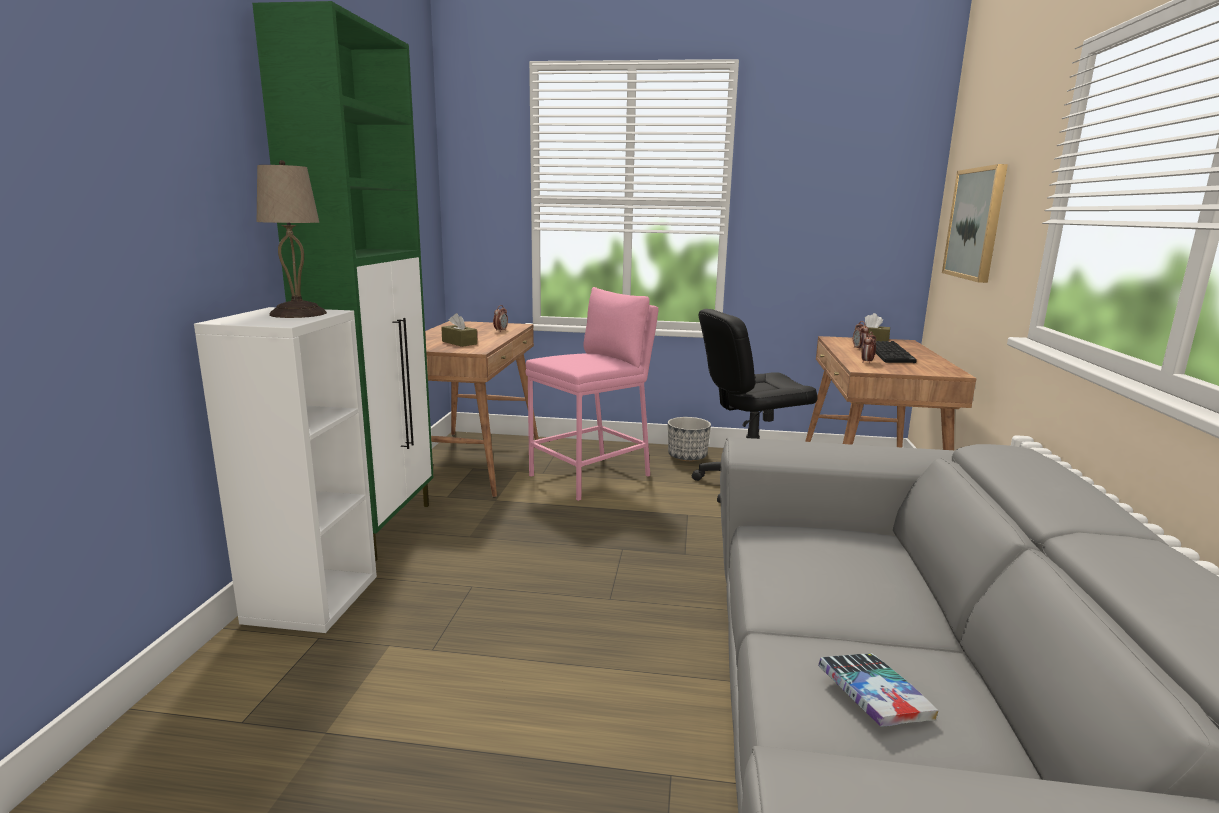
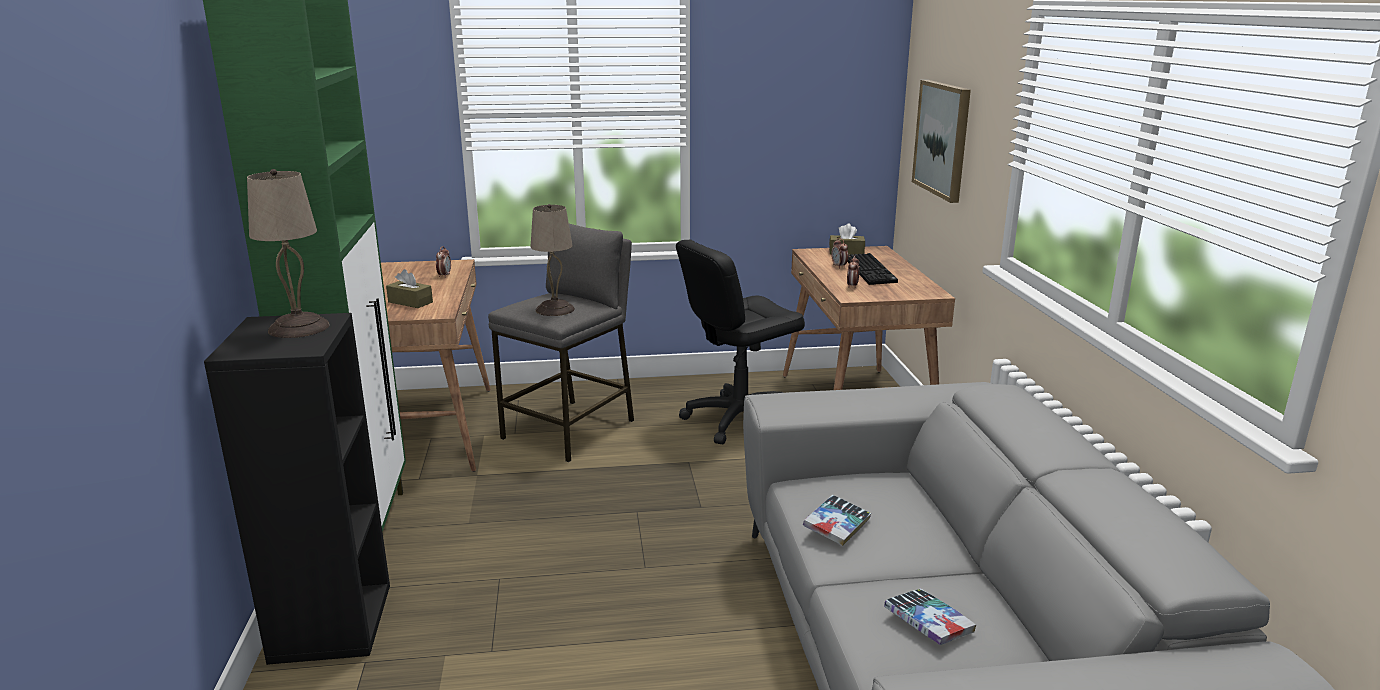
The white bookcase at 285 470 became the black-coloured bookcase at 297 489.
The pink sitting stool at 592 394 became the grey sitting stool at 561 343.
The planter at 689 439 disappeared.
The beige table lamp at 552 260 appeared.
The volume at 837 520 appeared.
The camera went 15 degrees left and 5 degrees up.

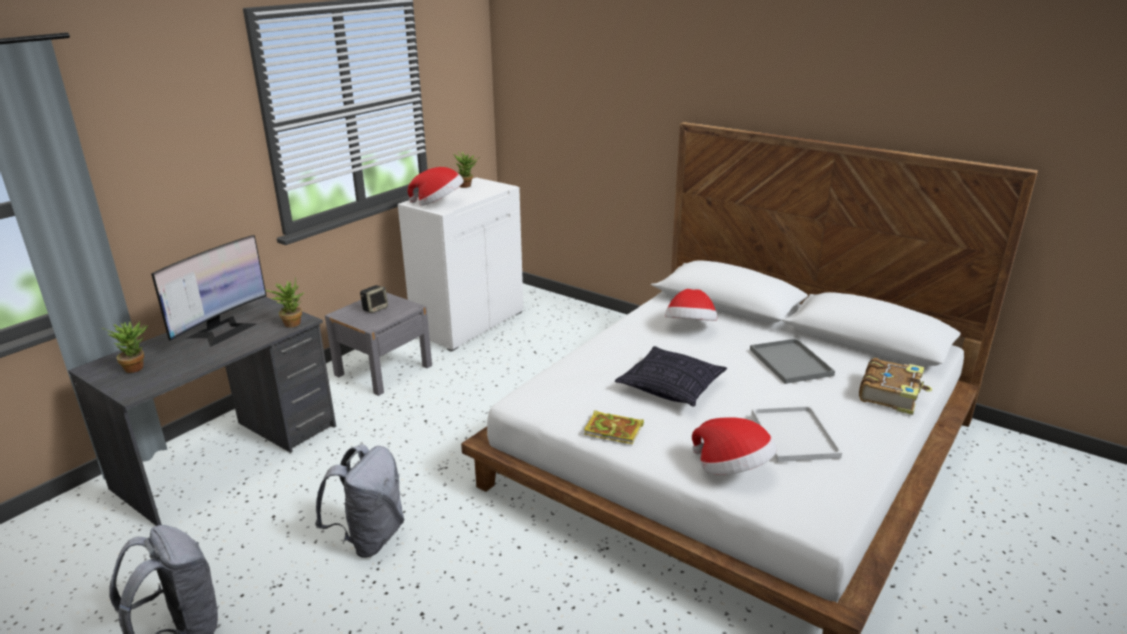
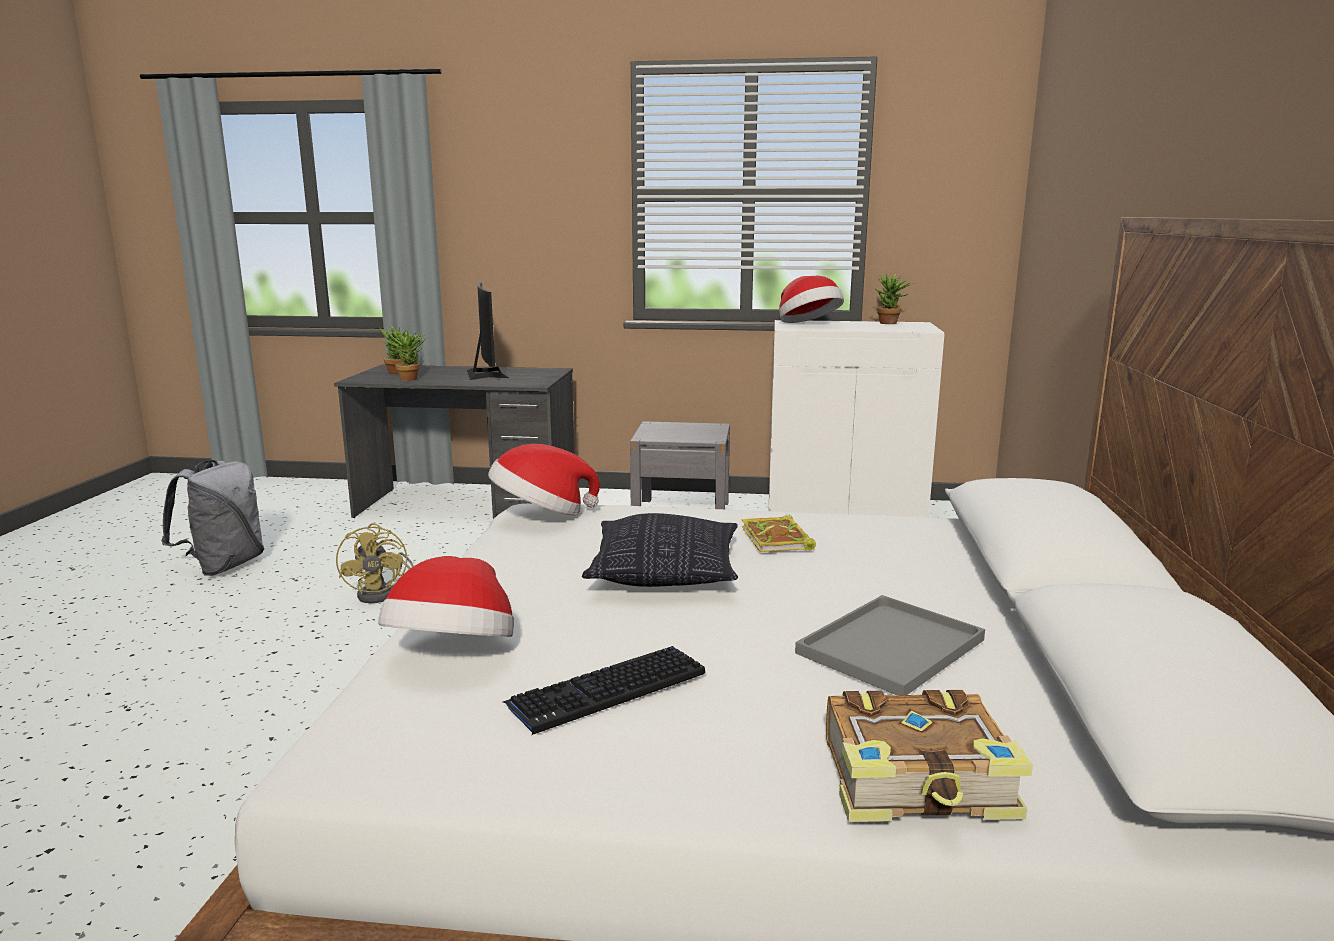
The computer screen at 209 291 turned 105 degrees counterclockwise.
The houseplant moved from 285 302 to 407 355.
The grey backpack at 360 501 was replaced by the yellow electric fan at 375 563.
The loudspeaker at 374 299 disappeared.
The volume moved from 614 427 to 779 533.
The hat moved from 691 305 to 544 479.
The white tray at 796 434 was replaced by the computer keyboard at 604 690.
The camera went 60 degrees right and 10 degrees down.

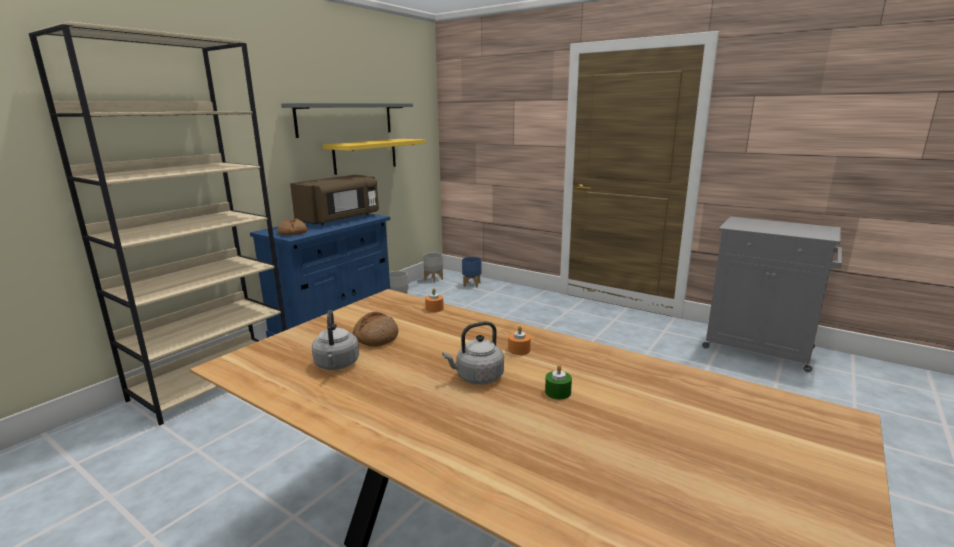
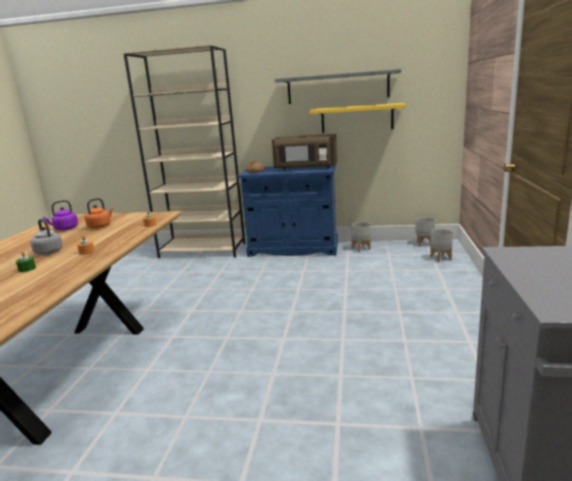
The grey tea kettle at 335 340 became the purple tea kettle at 60 215.
The bakery bread at 375 329 was replaced by the orange tea kettle at 99 213.
The blue planter at 471 272 became the grey planter at 441 245.
The camera went 65 degrees right and 0 degrees up.

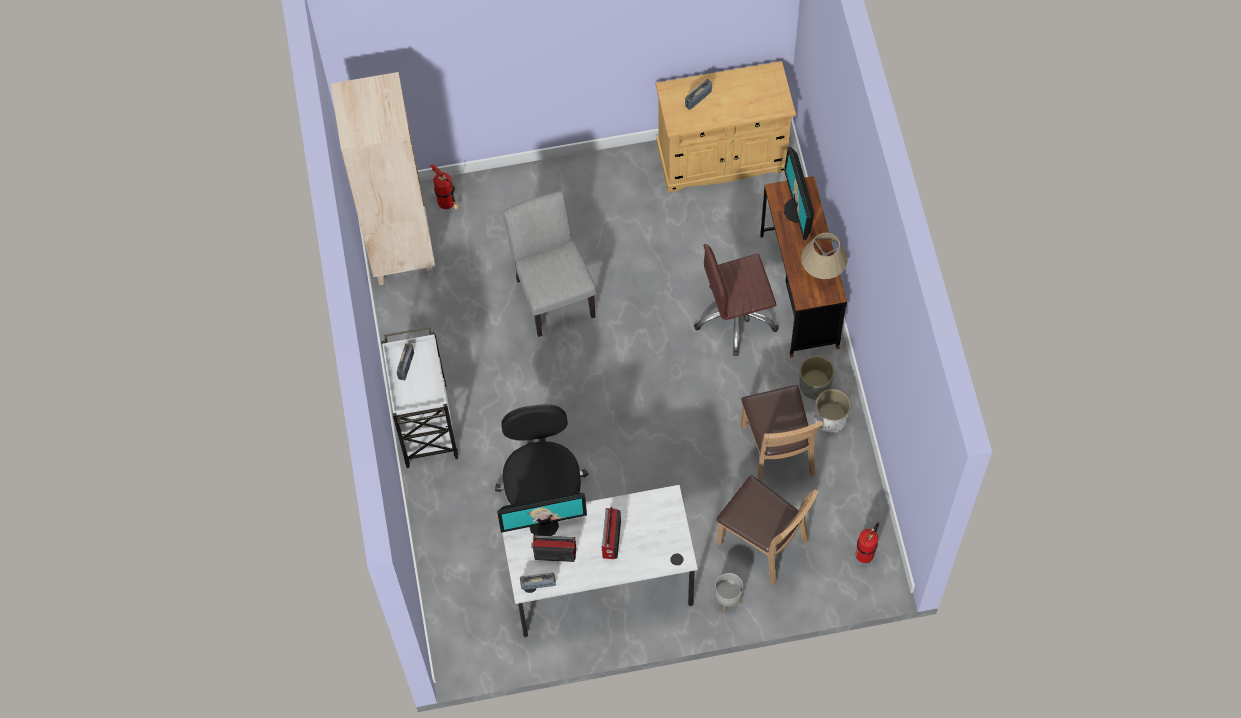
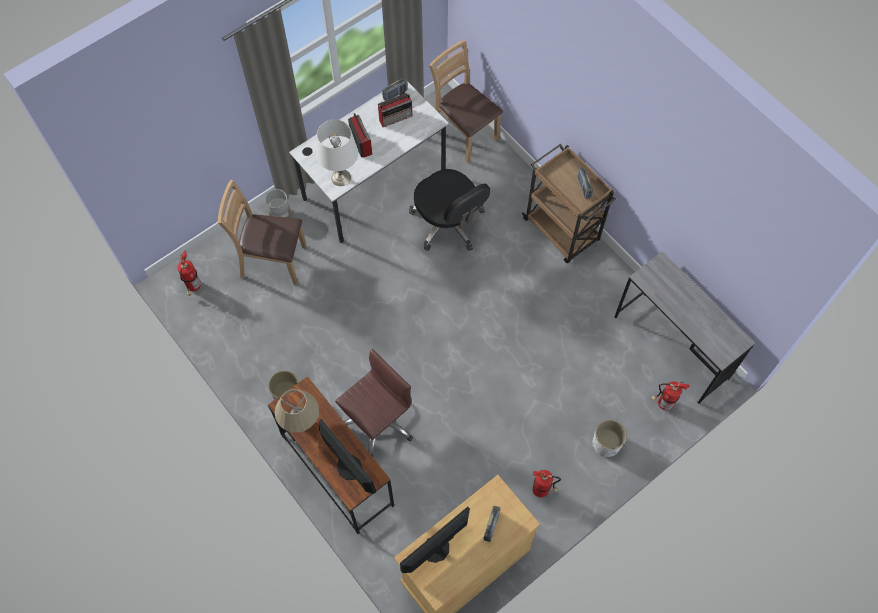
The beige bookcase at 383 178 was replaced by the grey desk unit at 685 328.
The white trolley at 420 397 became the brown-coloured trolley at 569 203.
The computer screen moved from 542 514 to 435 540.
The grey upright chair at 549 264 disappeared.
The brown-coloured upright chair moved from 782 433 to 466 102.
The white planter moved from 833 411 to 610 438.
The white table lamp at 337 153 appeared.
The fire-fighting cylinder at 547 484 appeared.
The camera went 150 degrees right and 0 degrees up.

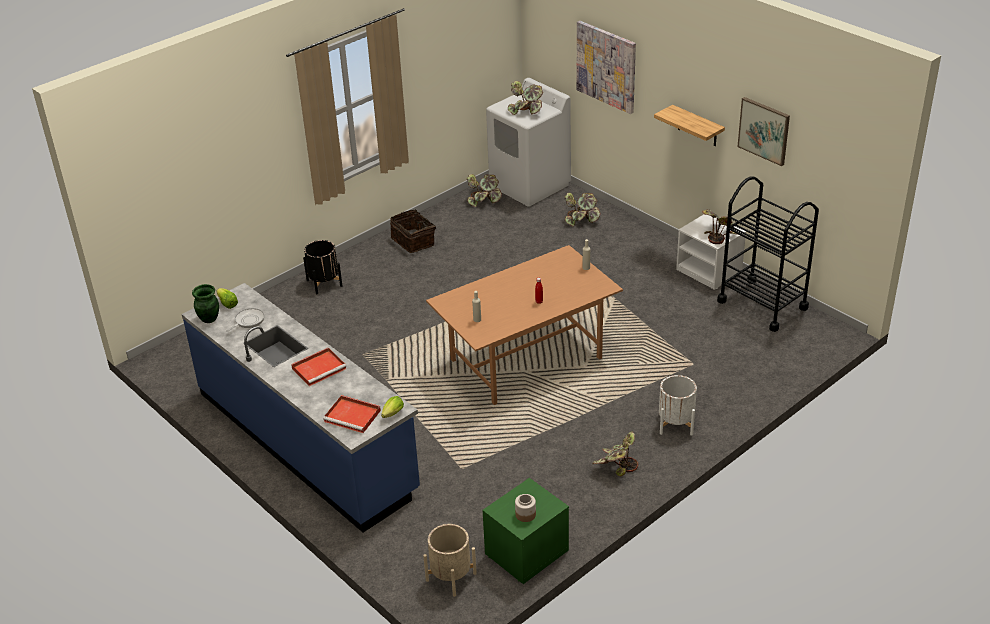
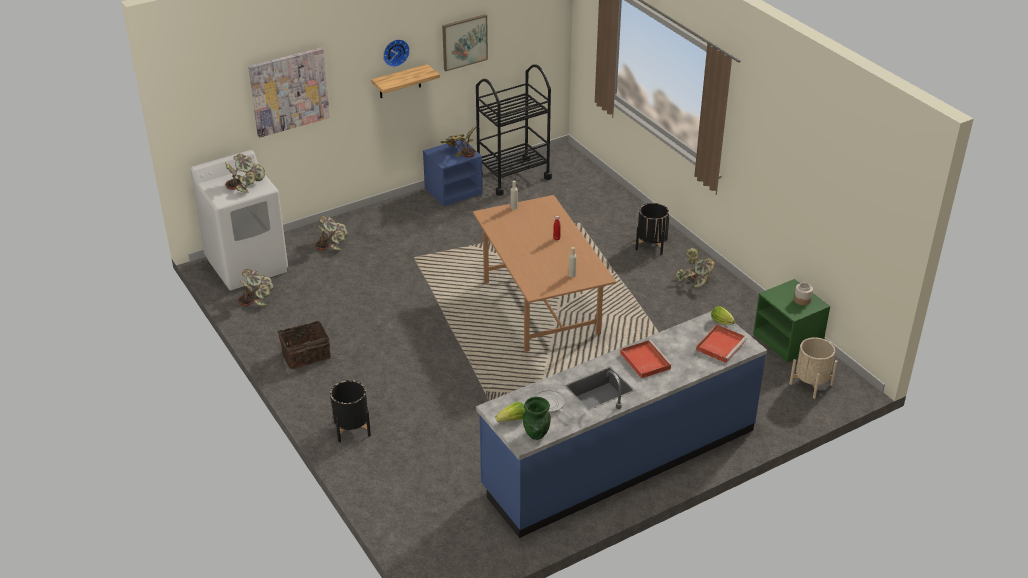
The white planter at 678 405 became the black-coloured planter at 652 229.
The white bedside table at 711 252 became the blue bedside table at 453 173.
The wall clock at 396 53 appeared.
The camera went 80 degrees left and 0 degrees up.

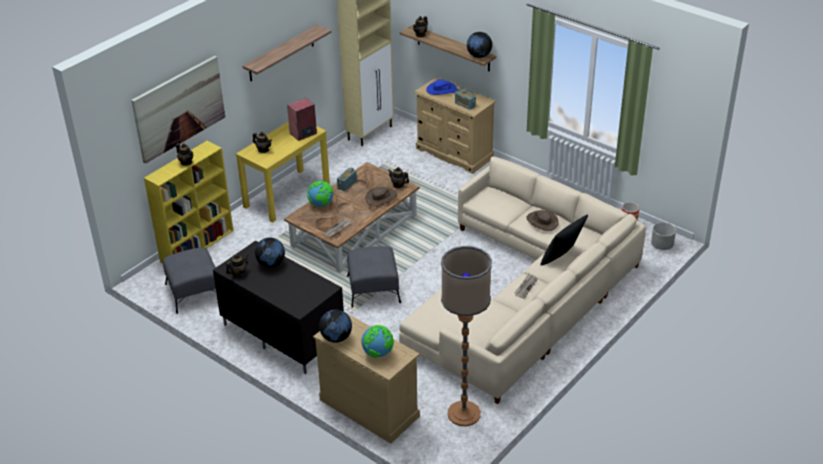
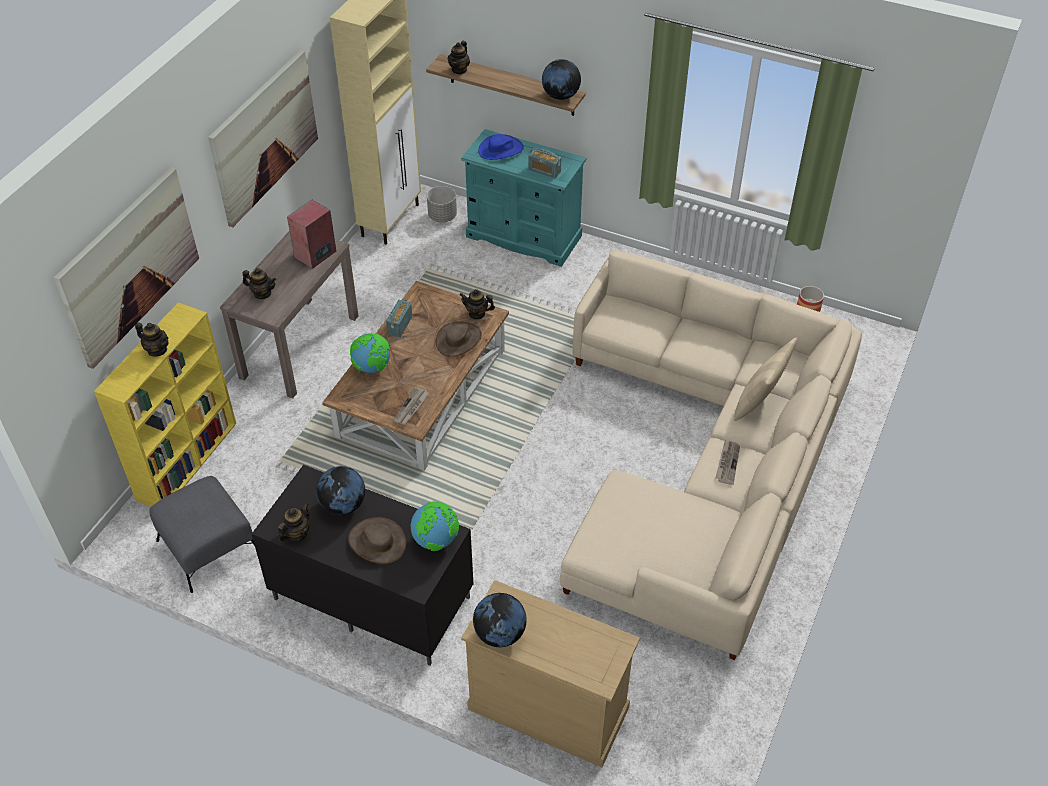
The yellow console table at 283 172 became the brown-coloured console table at 289 315.
The bracket shelf at 287 53 was replaced by the wall art at 263 138.
The grey ottoman at 374 277 disappeared.
The desk globe moved from 377 341 to 435 526.
The beige chest of drawers at 455 125 became the blue-green chest of drawers at 524 198.
The standard lamp at 466 336 disappeared.
The brown-coloured hat moved from 542 220 to 377 540.
The black-coloured throw pillow at 564 240 became the beige throw pillow at 765 379.
The grey planter moved from 663 236 to 442 204.
The camera went 15 degrees left and 10 degrees up.

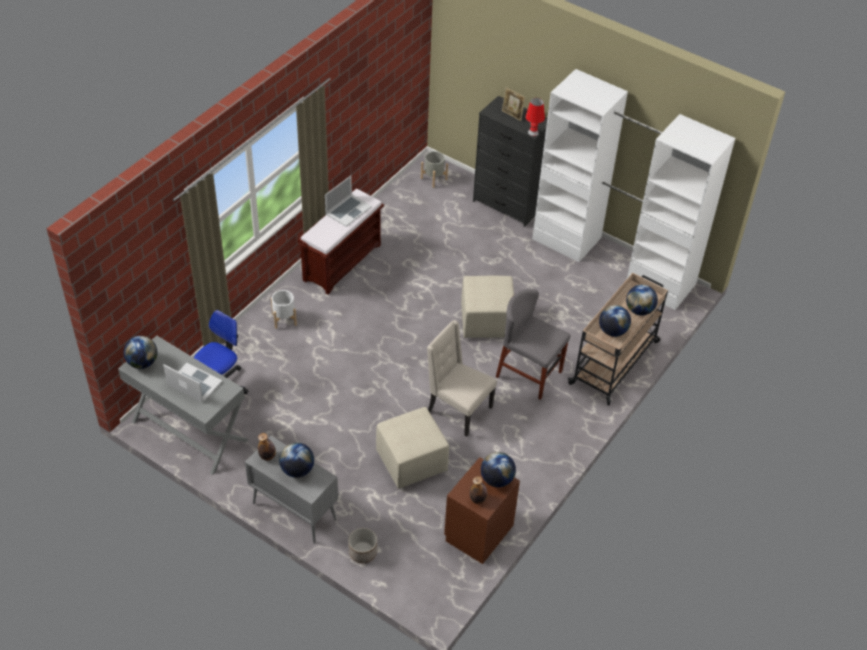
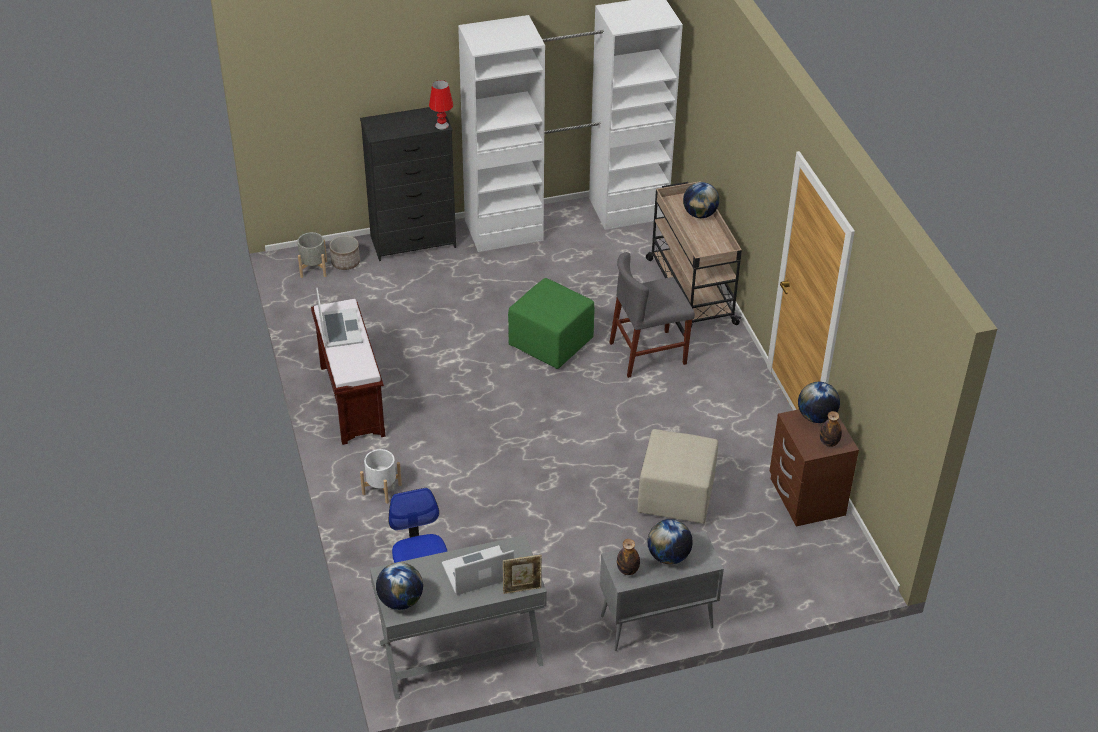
The planter moved from 362 545 to 344 252.
The beige upright chair at 462 378 disappeared.
The beige ottoman at 487 307 became the greenish ottoman at 551 323.
The standing frame moved from 513 104 to 522 574.
The desk globe at 615 321 disappeared.
The camera went 50 degrees left and 5 degrees down.

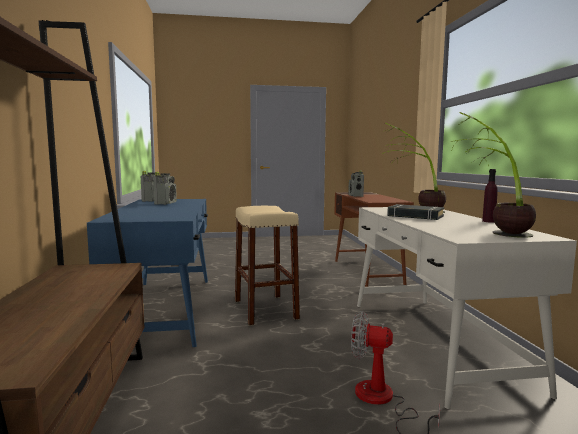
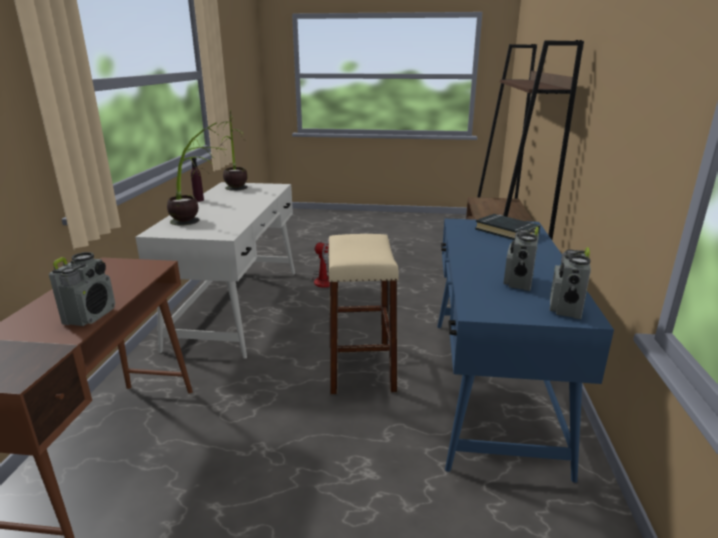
The black-coloured volume moved from 415 212 to 507 227.
The camera went 165 degrees left and 15 degrees up.

